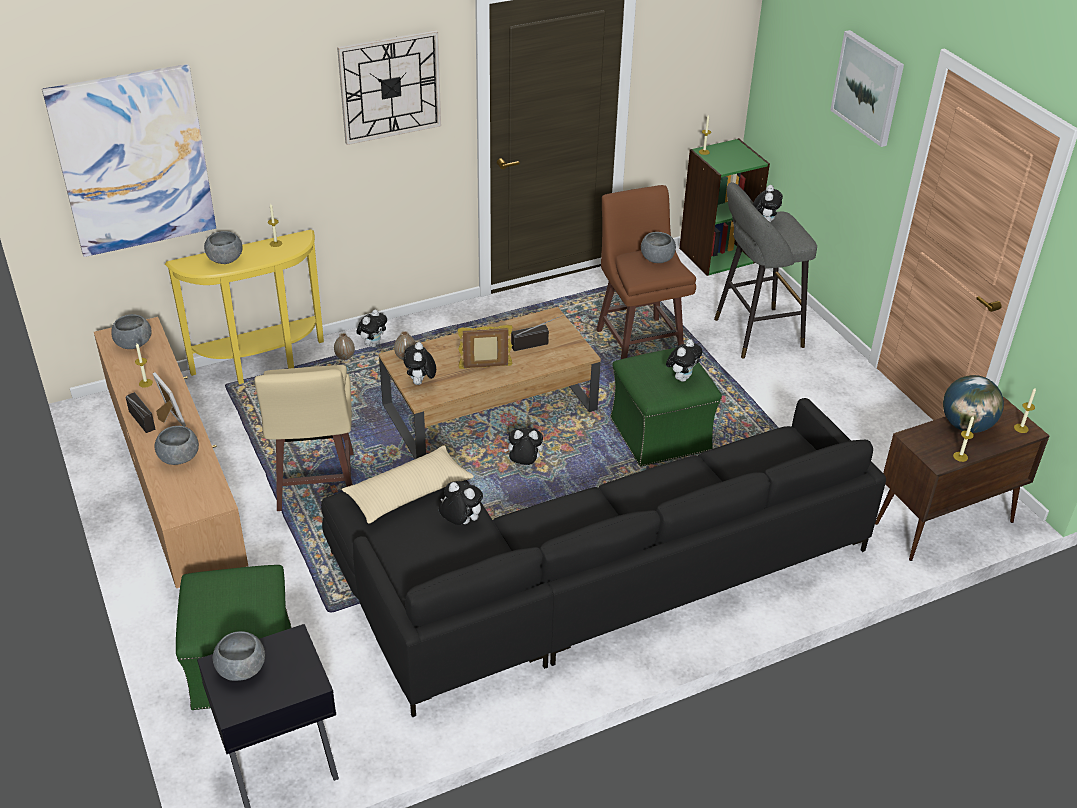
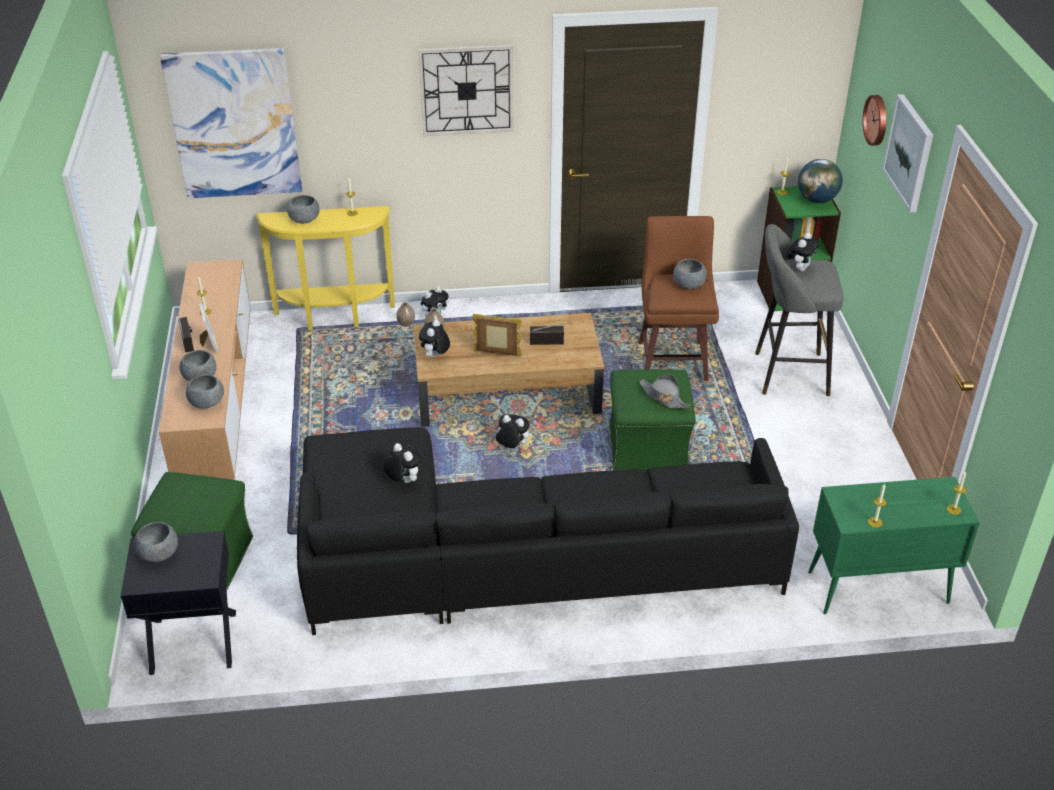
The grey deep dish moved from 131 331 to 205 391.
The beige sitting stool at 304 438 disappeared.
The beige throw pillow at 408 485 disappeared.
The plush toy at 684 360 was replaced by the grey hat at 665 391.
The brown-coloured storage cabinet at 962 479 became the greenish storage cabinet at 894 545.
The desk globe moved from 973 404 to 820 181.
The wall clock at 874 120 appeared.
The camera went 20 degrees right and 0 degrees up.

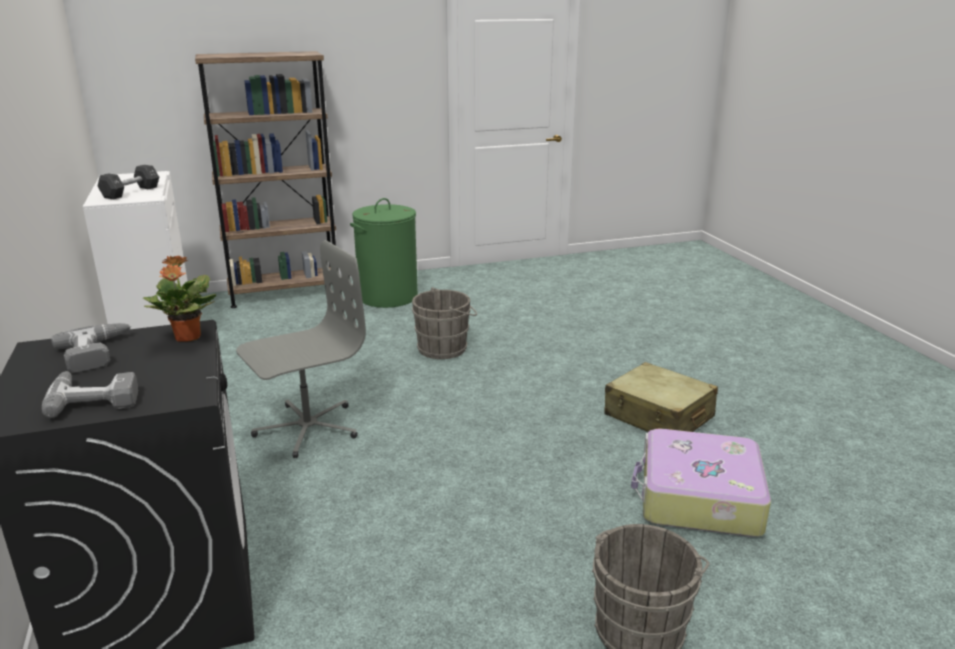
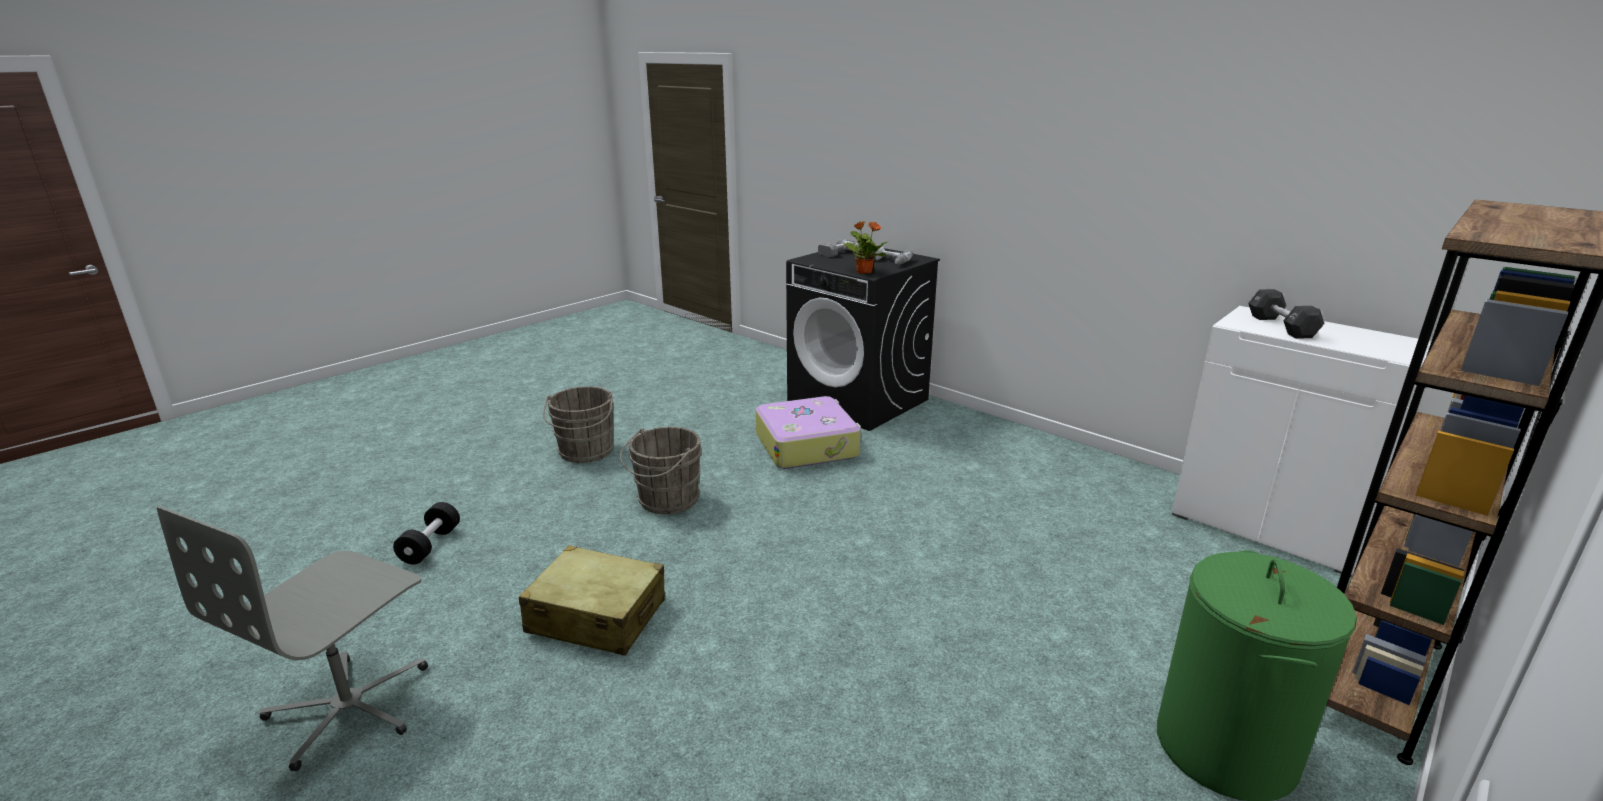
The grey office chair moved from 301 349 to 292 638.
The grey pail moved from 444 323 to 660 470.
The suitcase moved from 701 483 to 808 432.
The black-coloured hand weight at 426 533 appeared.
The camera went 150 degrees right and 0 degrees up.

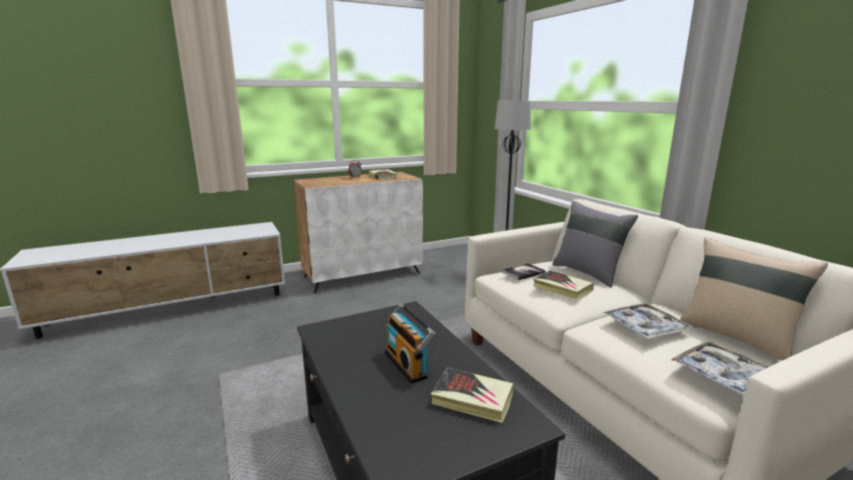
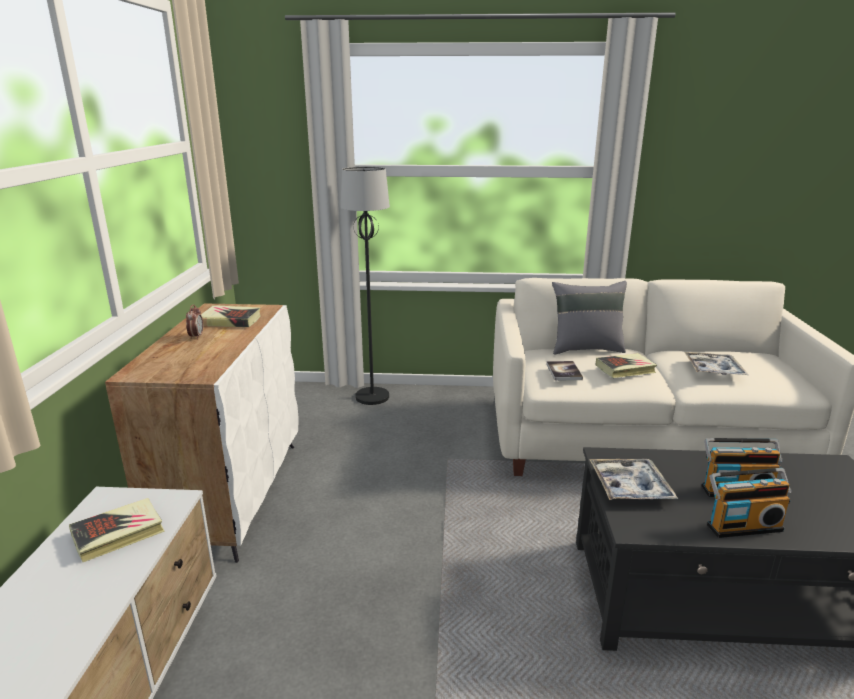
The volume moved from 472 395 to 117 530.
The tray moved from 720 368 to 633 479.
The beige throw pillow at 754 299 disappeared.
The radio receiver at 749 503 appeared.
The camera went 60 degrees left and 5 degrees up.

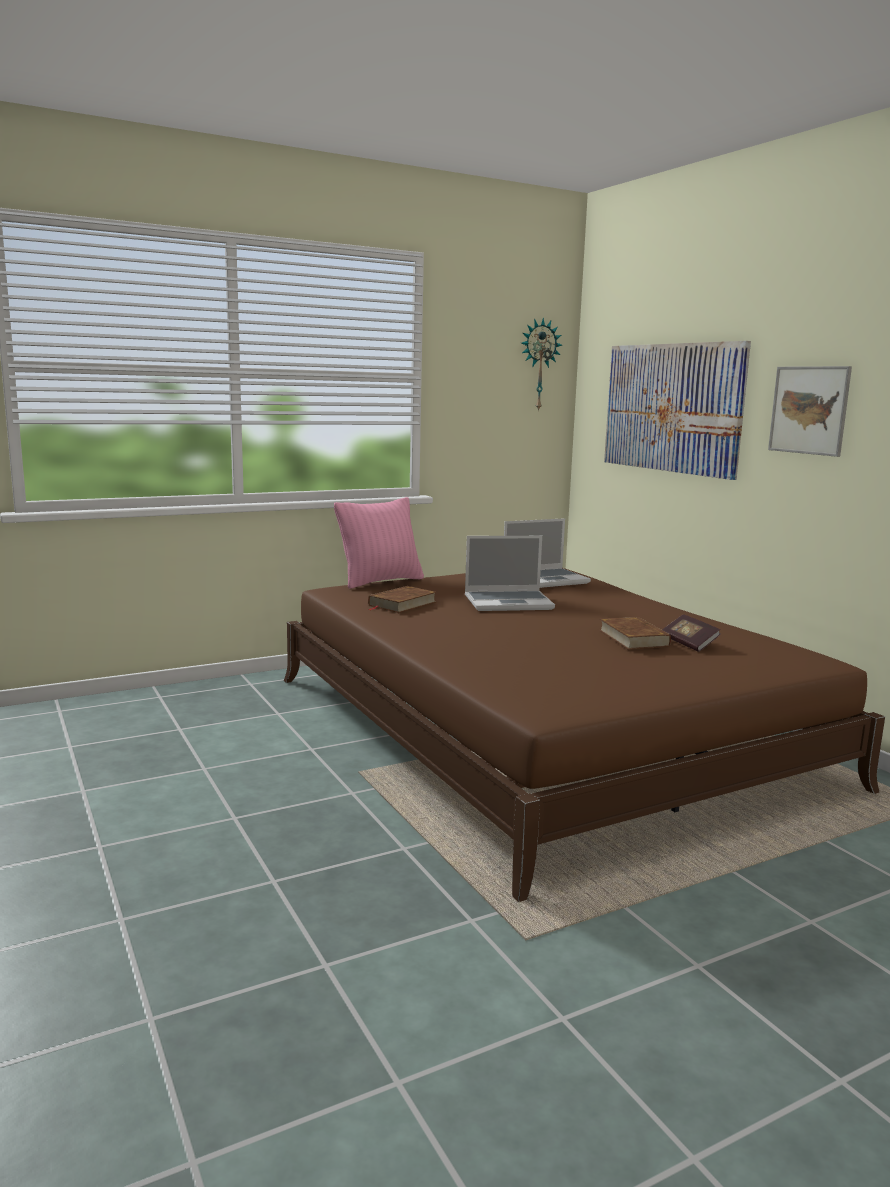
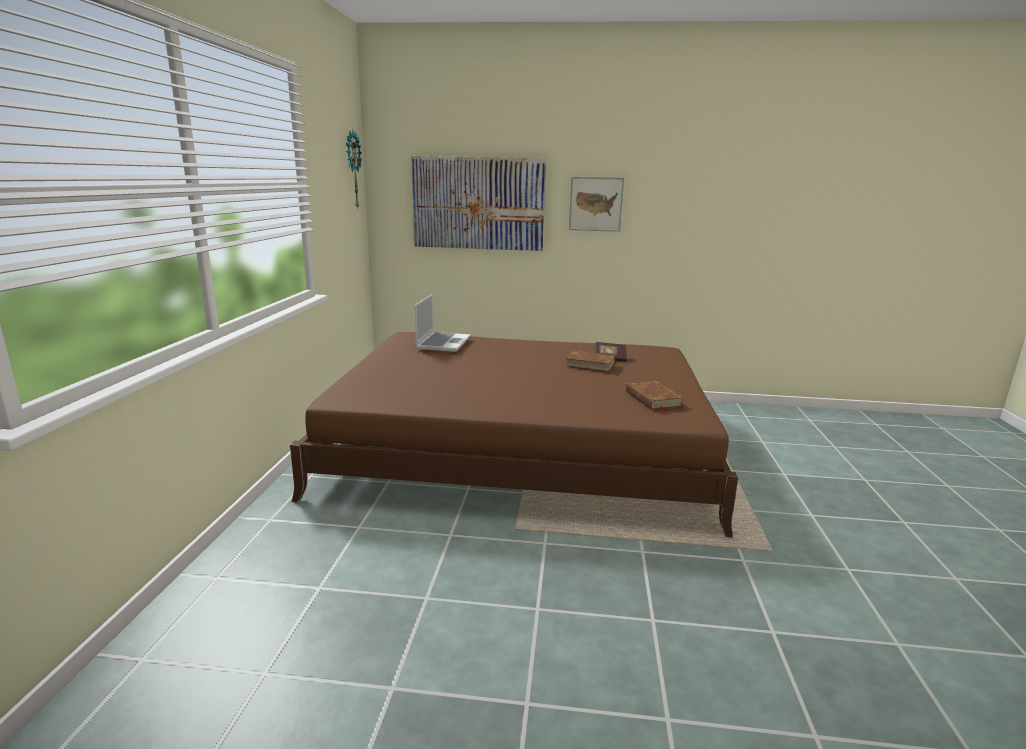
The pink throw pillow at 379 543 disappeared.
The brown-coloured volume moved from 402 599 to 654 397.
The notebook computer at 510 573 disappeared.
The camera went 55 degrees left and 5 degrees up.

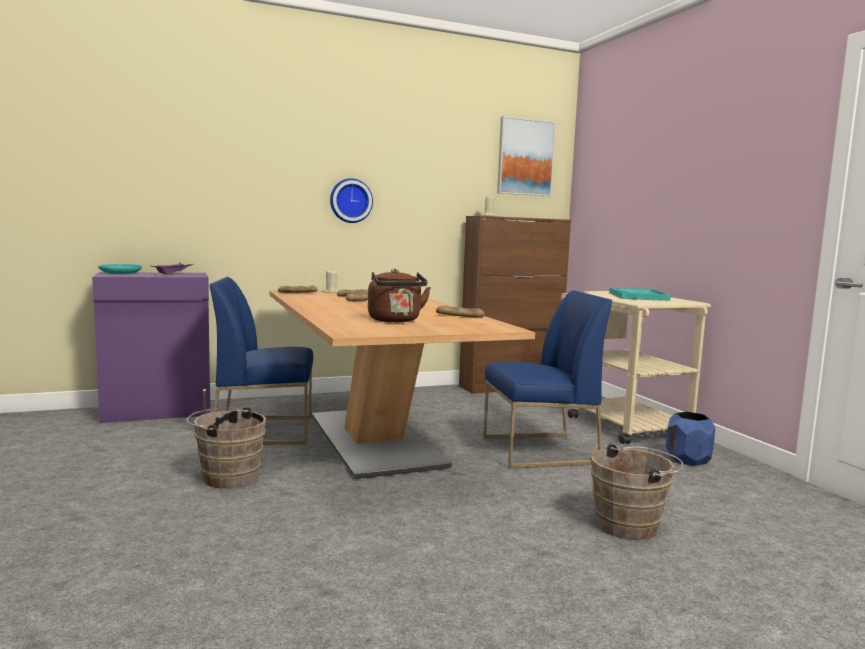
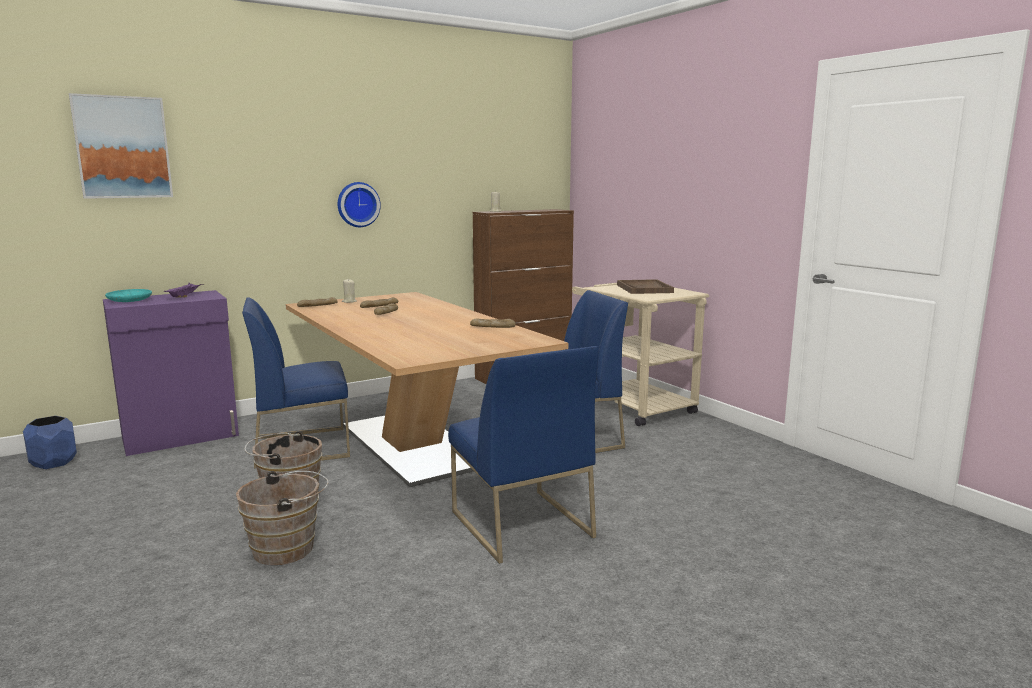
The brown-coloured tea kettle at 399 295 disappeared.
The wall art moved from 526 156 to 121 146.
The brown-coloured pail moved from 636 492 to 282 518.
The blue-green tray at 640 294 became the brown-coloured tray at 645 286.
The blue planter moved from 690 439 to 50 442.
The blue upright chair at 523 455 appeared.
The camera went 10 degrees left and 5 degrees up.

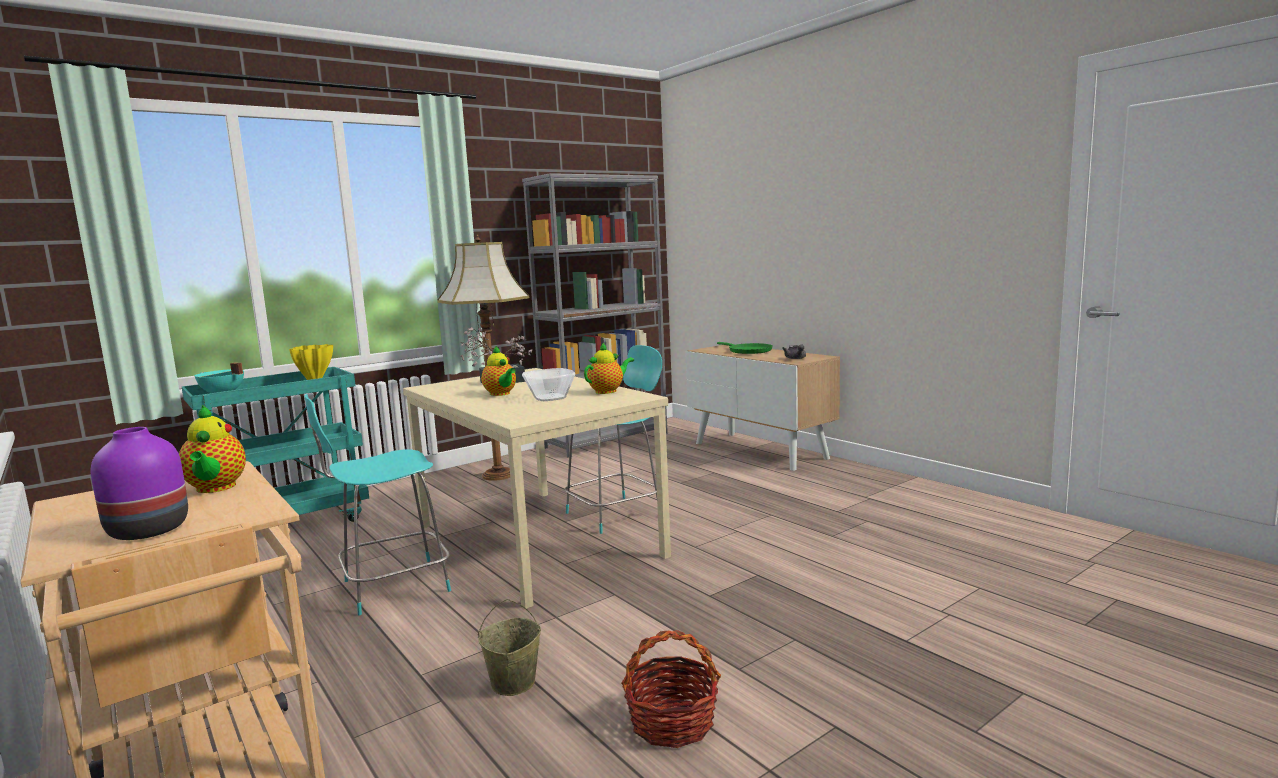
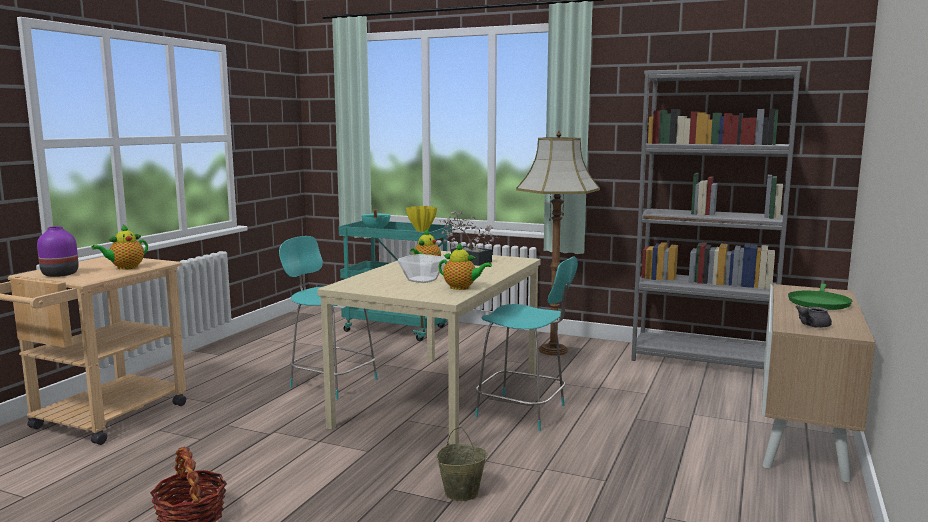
The beige pail moved from 509 647 to 461 464.
The camera went 60 degrees right and 0 degrees up.

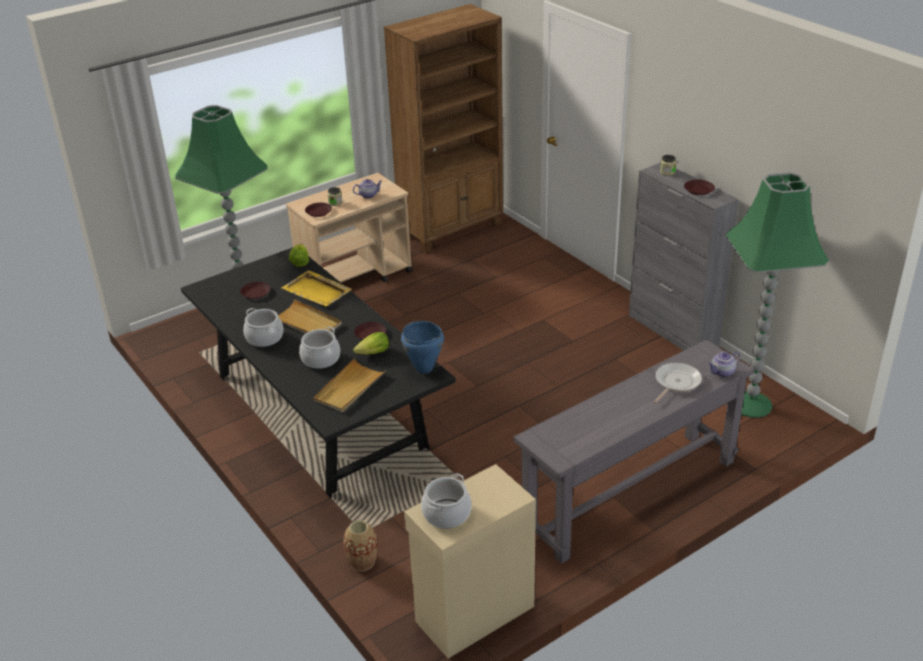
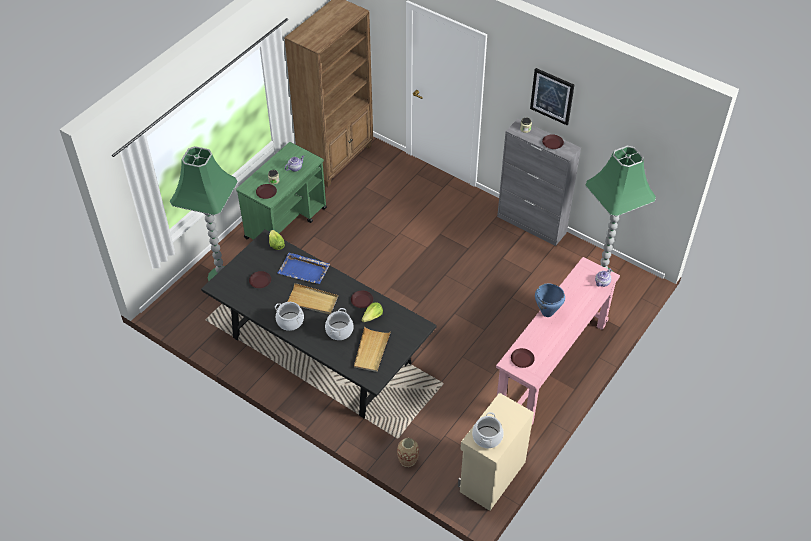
The yellow tray at 316 288 became the blue tray at 304 268.
The beige trolley at 349 227 became the greenish trolley at 281 191.
The blue saucepot moved from 422 347 to 550 300.
The grey console table at 634 451 became the pink console table at 558 340.
The pan at 677 383 disappeared.
The brown-coloured plate at 523 358 appeared.
The wall art at 552 96 appeared.
The camera went 20 degrees left and 15 degrees up.

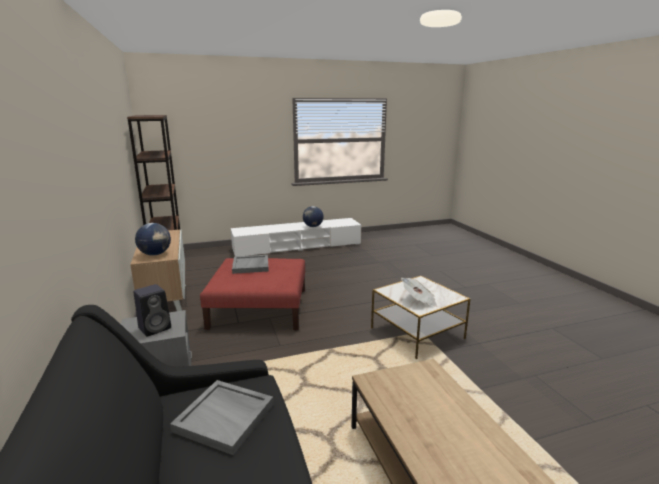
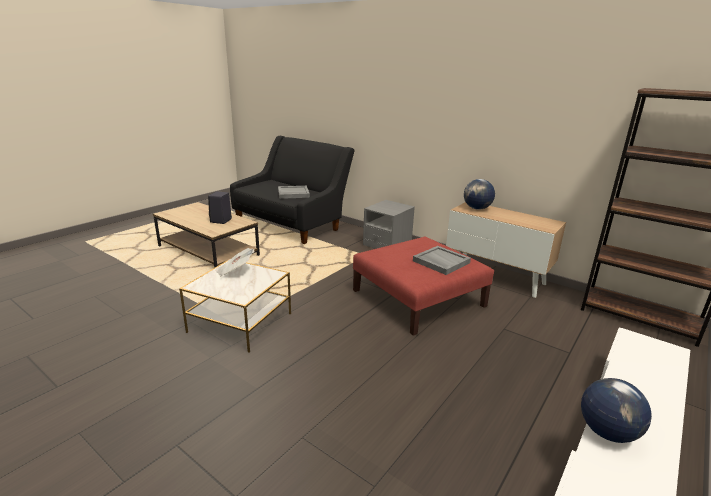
The black-coloured loudspeaker moved from 152 310 to 220 207.
The camera went 145 degrees right and 5 degrees up.

